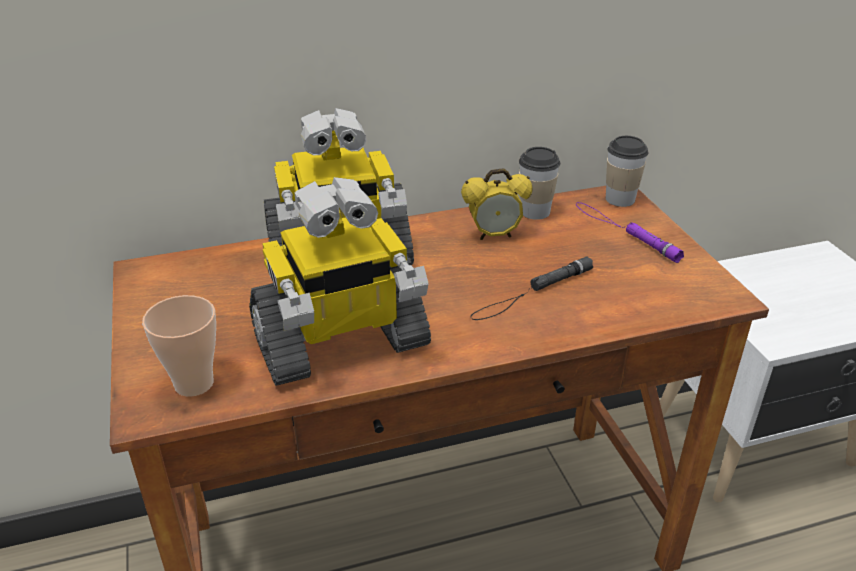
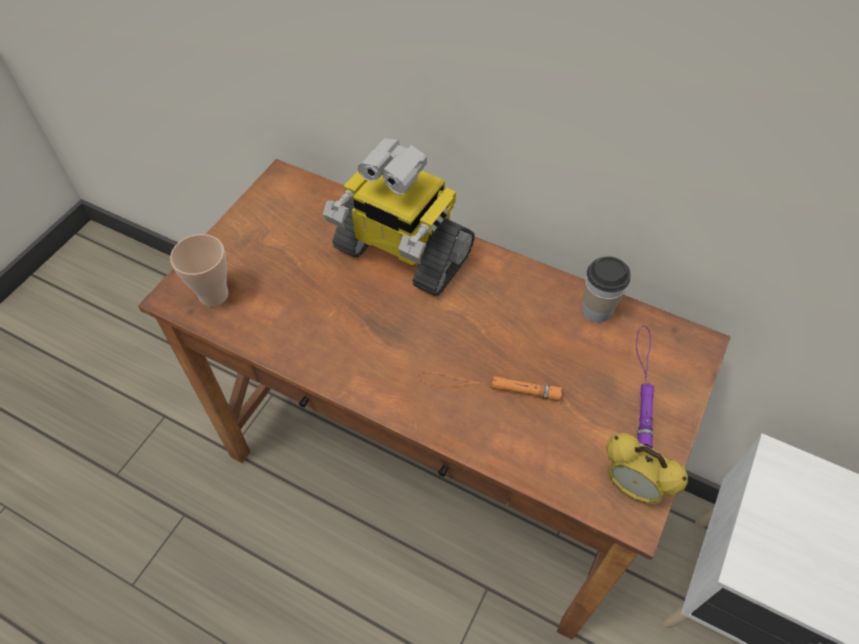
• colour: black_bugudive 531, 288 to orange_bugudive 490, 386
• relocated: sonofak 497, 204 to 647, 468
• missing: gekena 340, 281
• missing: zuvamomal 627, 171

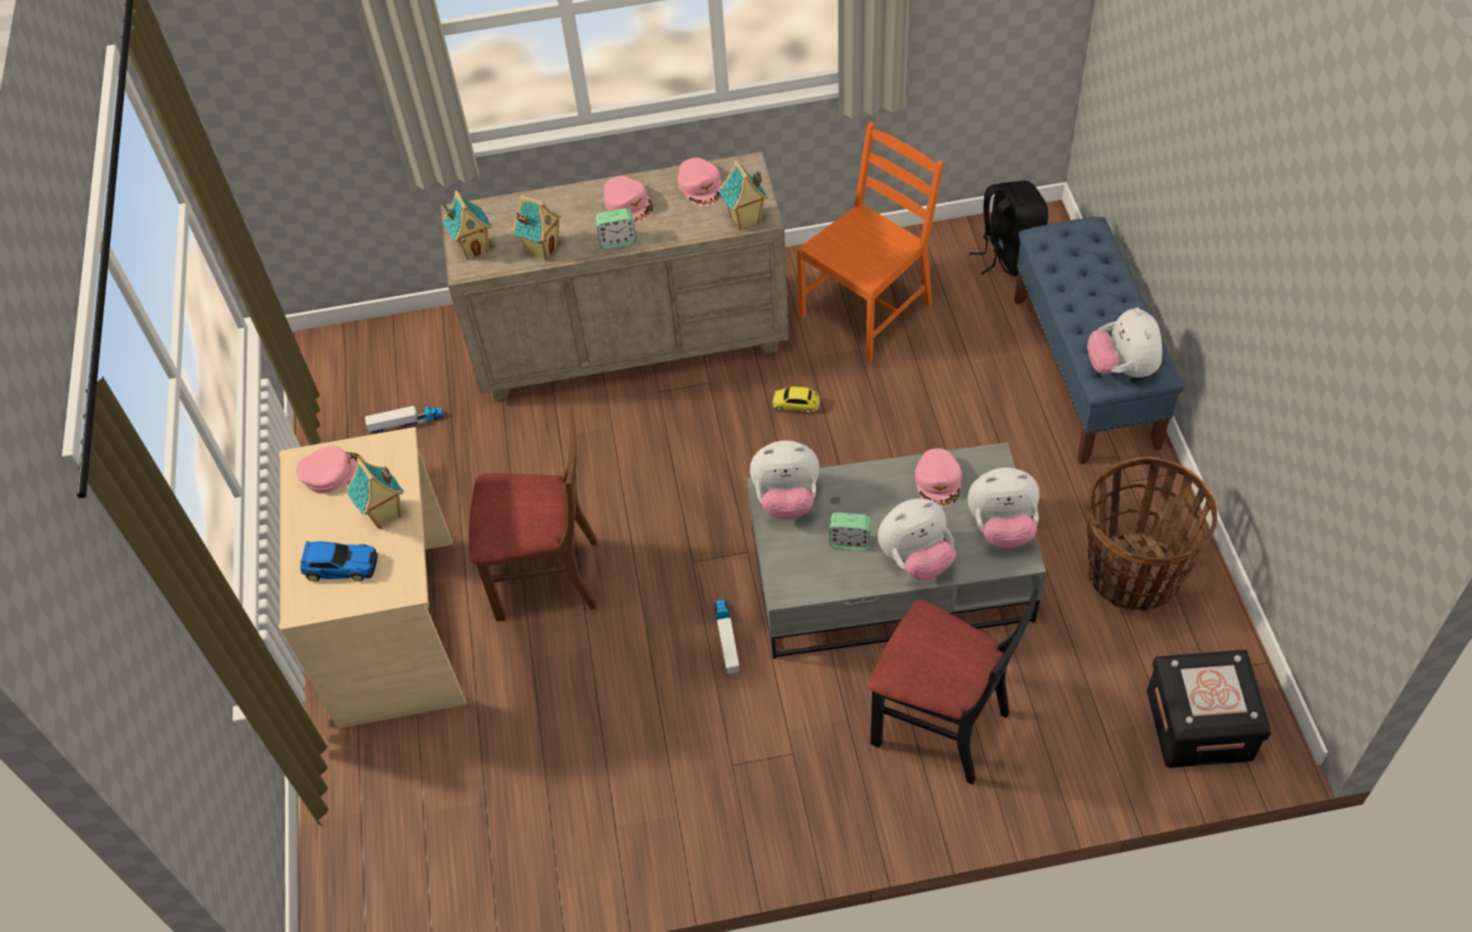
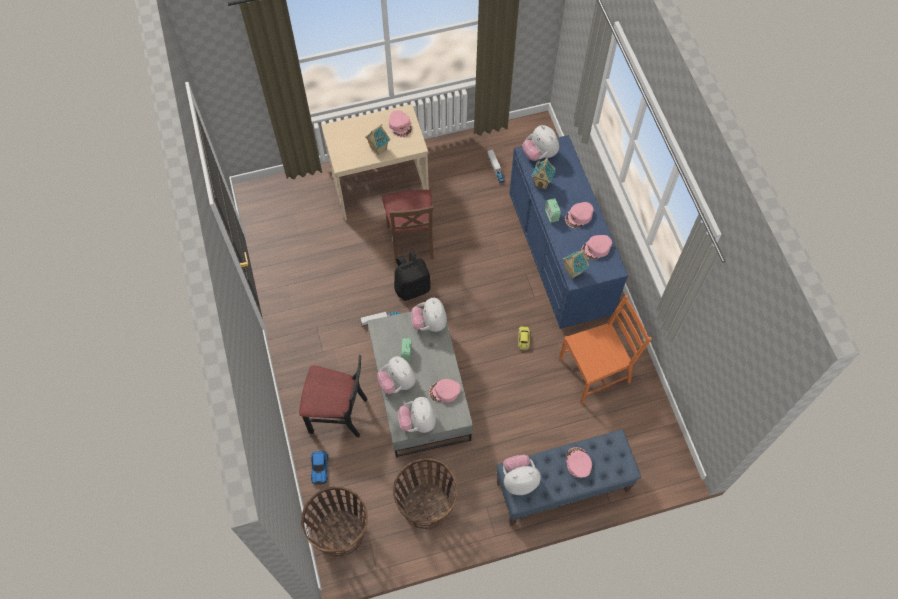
• spun: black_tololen 953, 687 = 333, 396 105 degrees counterclockwise
• exchanged: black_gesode 1209, 709 to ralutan 334, 521
• relocated: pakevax 339, 561 to 319, 467
• relocated: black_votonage 1009, 228 to 412, 276
• colour: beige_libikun 615, 276 to blue_libikun 568, 232
• exchanged: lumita 467, 225 to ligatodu 541, 143
• spun: orange_tololen 870, 242 = 605, 349 60 degrees counterclockwise
• appeared: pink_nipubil 579, 462

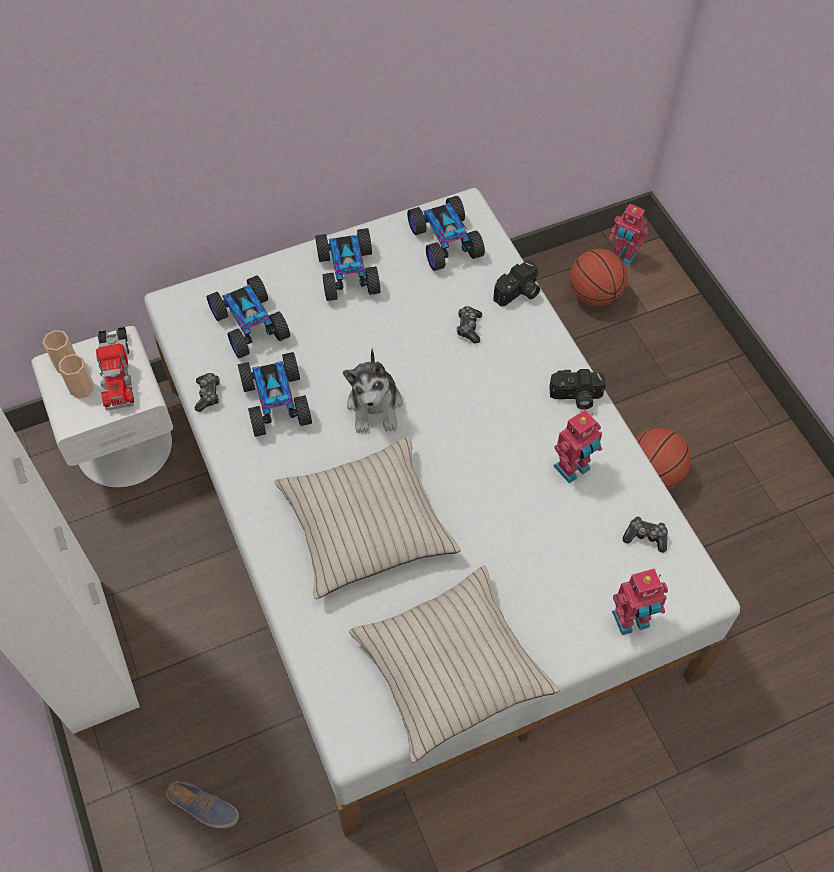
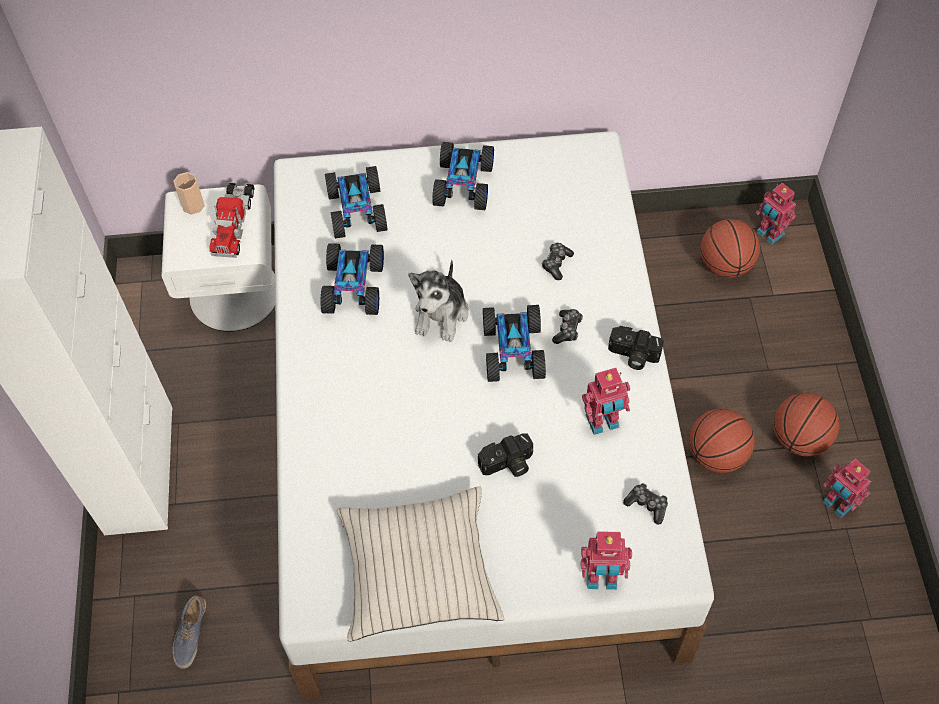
• spun: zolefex 202, 804 = 189, 632 60 degrees clockwise
• relocated: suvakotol 516, 283 to 506, 455
• relocated: pakevax 446, 233 to 514, 343
• relocated: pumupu 207, 392 to 567, 326
• appeared: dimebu 807, 424
• appeared: gekena 846, 488
• missing: zuvamomal 76, 376
• missing: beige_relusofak 368, 517

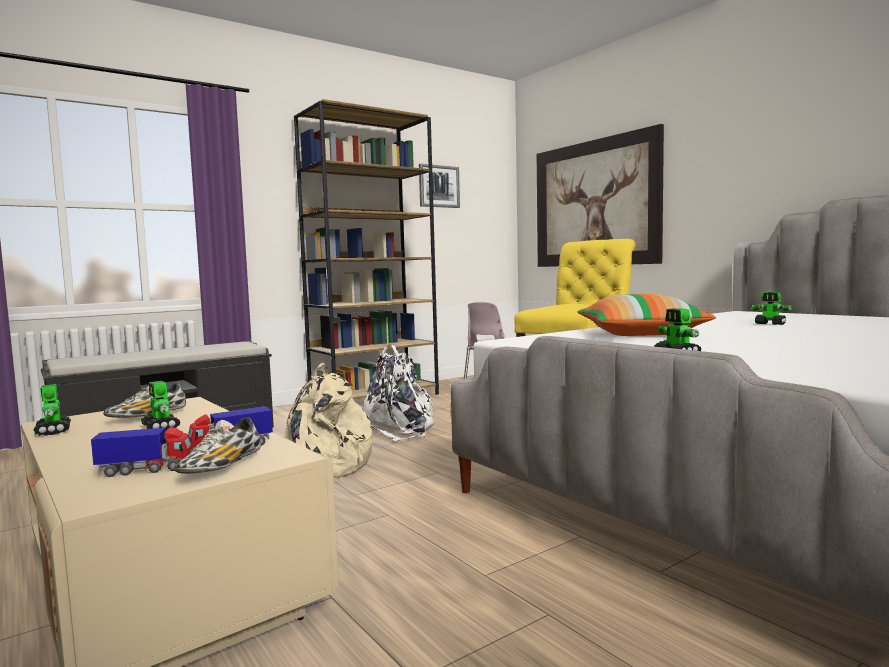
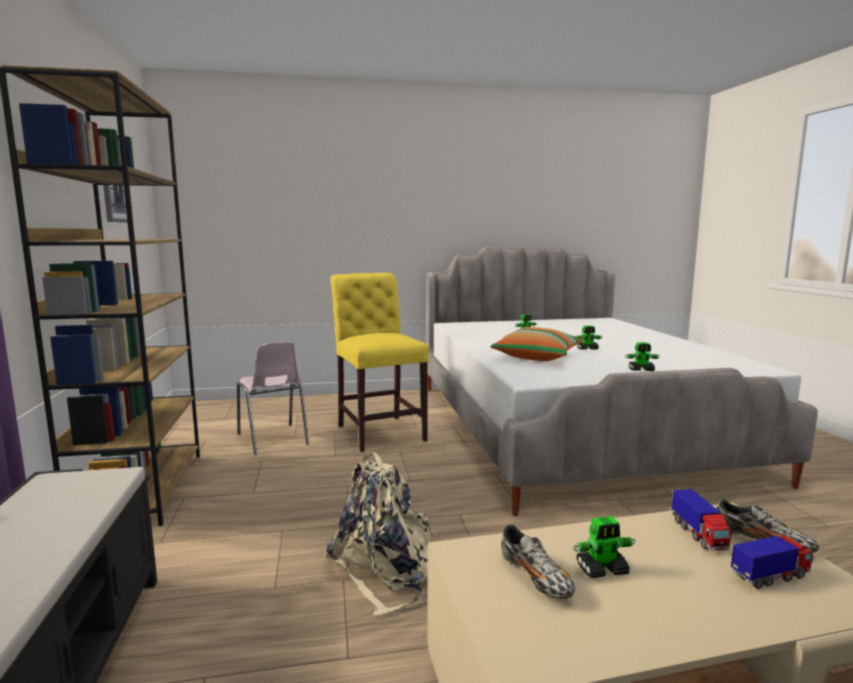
• relocated: gekena 52, 410 to 588, 338
• spun: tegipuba 141, 452 = 772, 562 60 degrees clockwise
• missing: white_votonage 399, 392
• missing: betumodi 600, 195

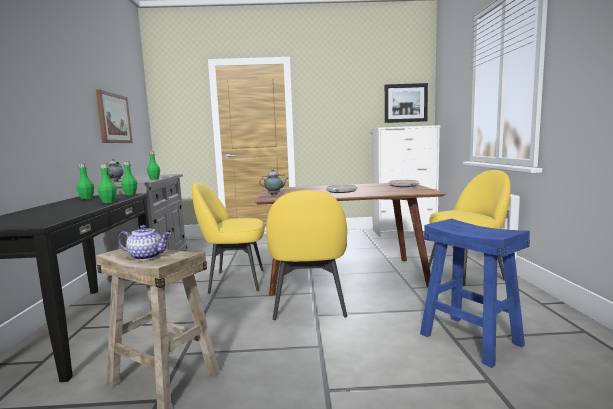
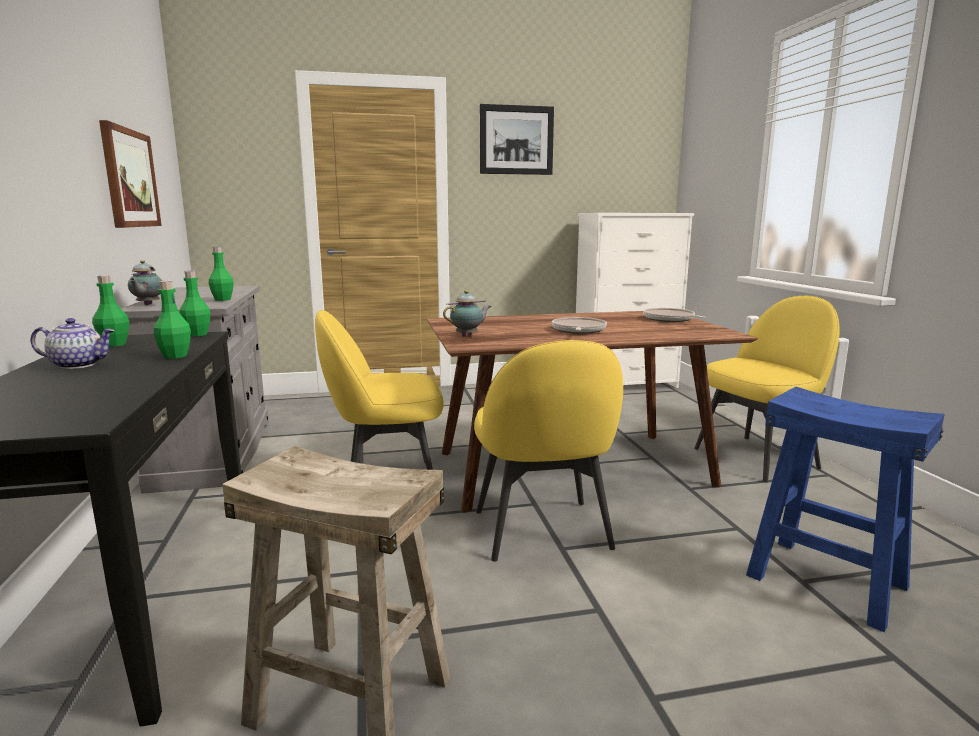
• relocated: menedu 144, 242 to 73, 343
• relocated: betumodi 406, 103 to 517, 139

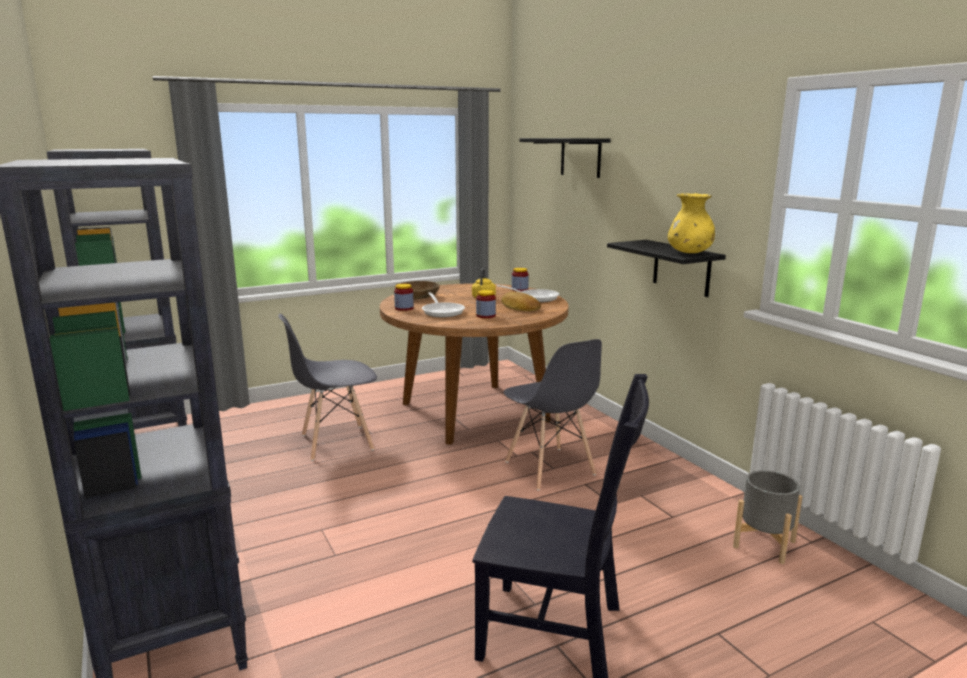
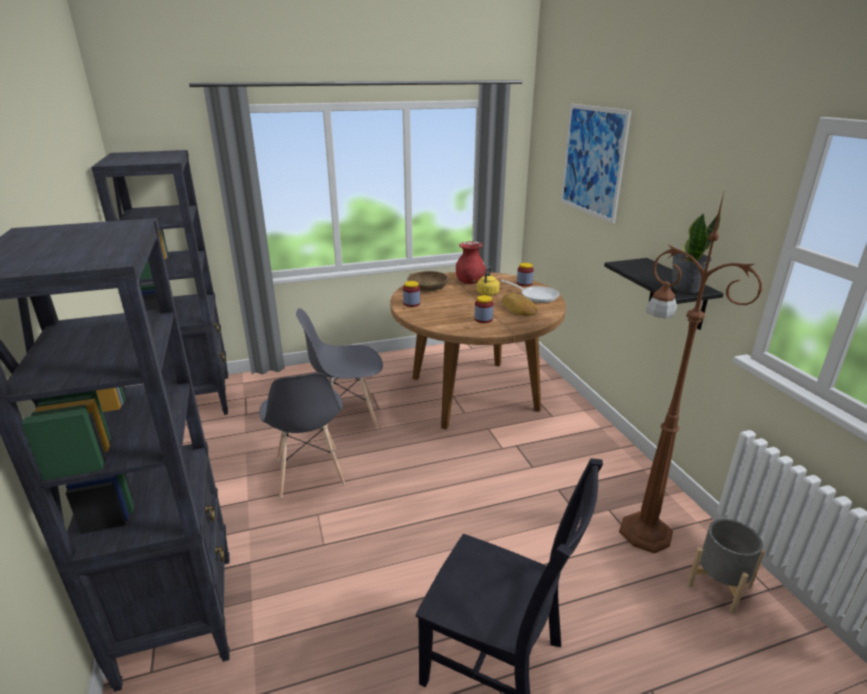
• relocated: grey_tololen 553, 415 to 302, 435
• appeared: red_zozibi 471, 262
• exchanged: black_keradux 565, 158 to betumodi 596, 164
• appeared: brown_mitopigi 691, 373
• exchanged: yellow_zozibi 691, 223 to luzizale 696, 252
• missing: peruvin 443, 304

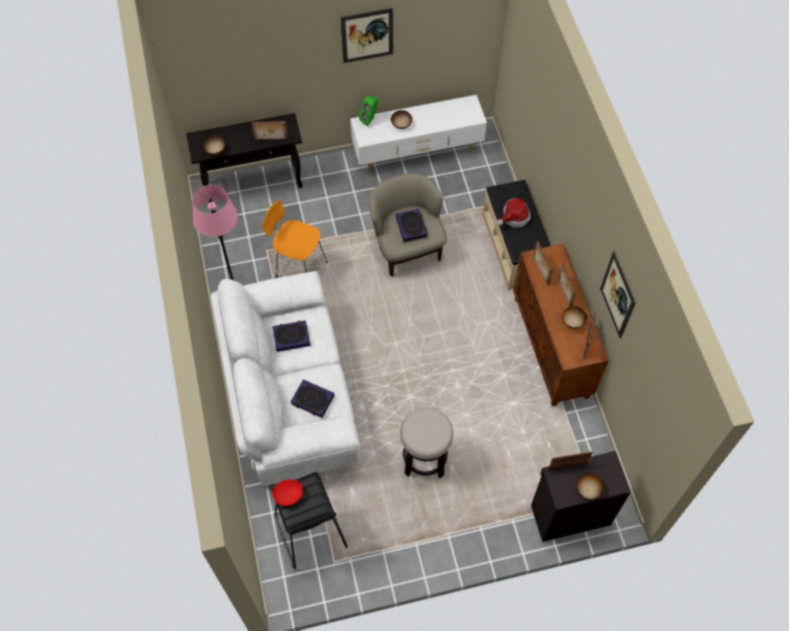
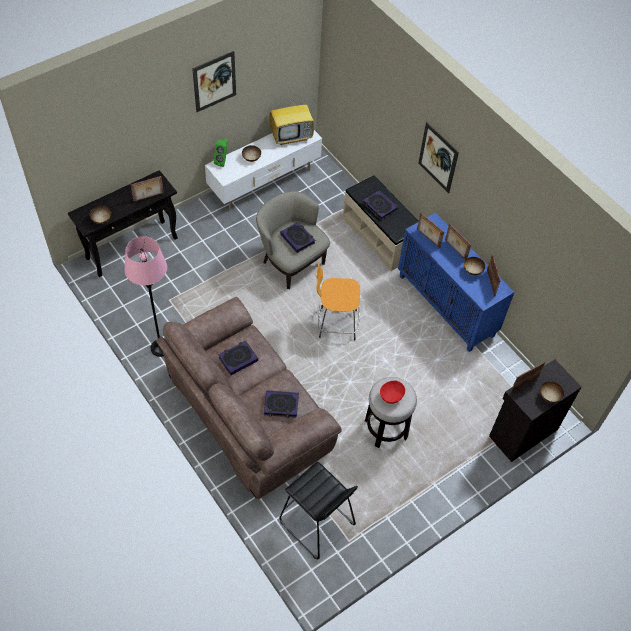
• colour: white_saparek 285, 378 to brown_saparek 249, 398
• appeared: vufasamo 291, 119
• relocated: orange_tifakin 295, 239 to 338, 302
• exchanged: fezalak 514, 213 to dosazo 380, 205
• relocated: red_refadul 288, 492 to 392, 392
• colour: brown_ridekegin 561, 325 to blue_ridekegin 456, 282
• relocated: betumodi 618, 294 to 438, 157

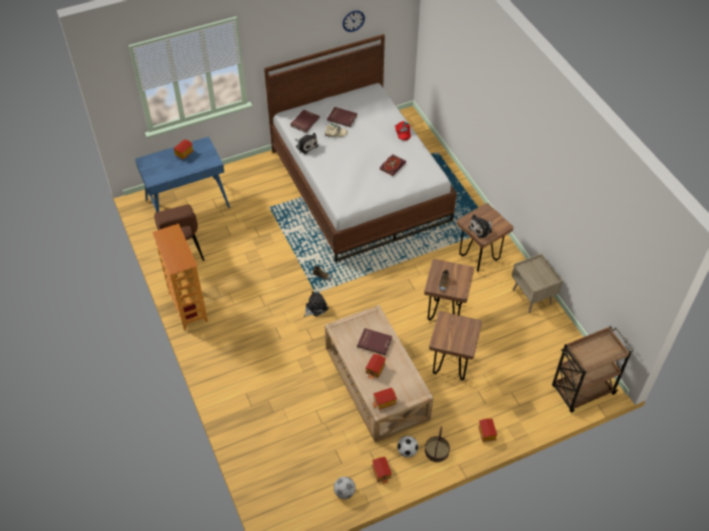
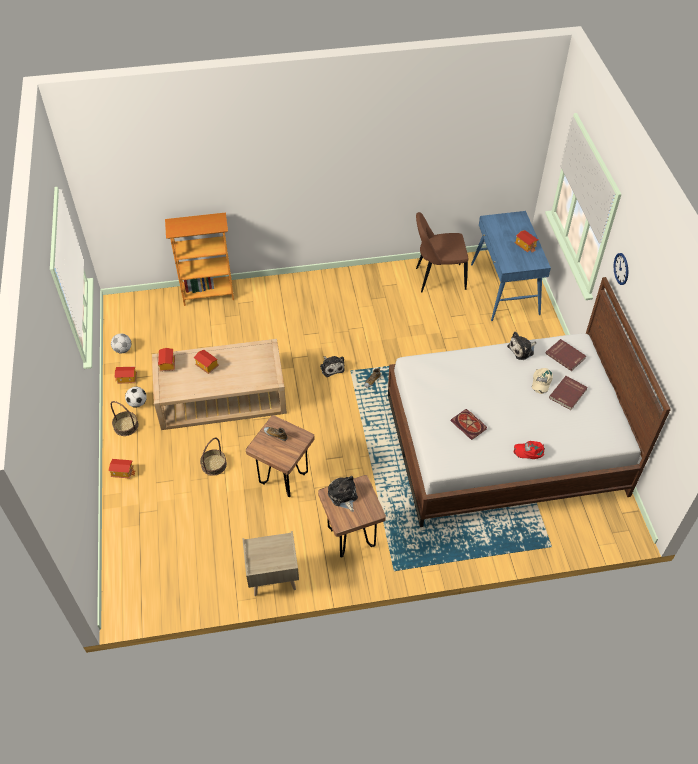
• relocated: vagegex 180, 277 to 199, 259
• exchanged: brown_tifakin 455, 345 to ralutan 213, 456
• relocated: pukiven 354, 21 to 621, 269
• missing: red_dosazo 374, 341
• missing: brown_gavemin 593, 369

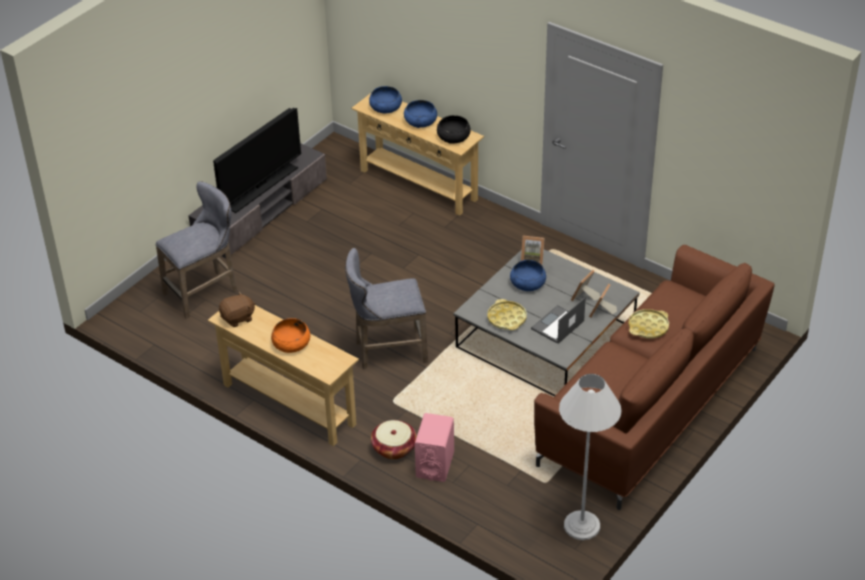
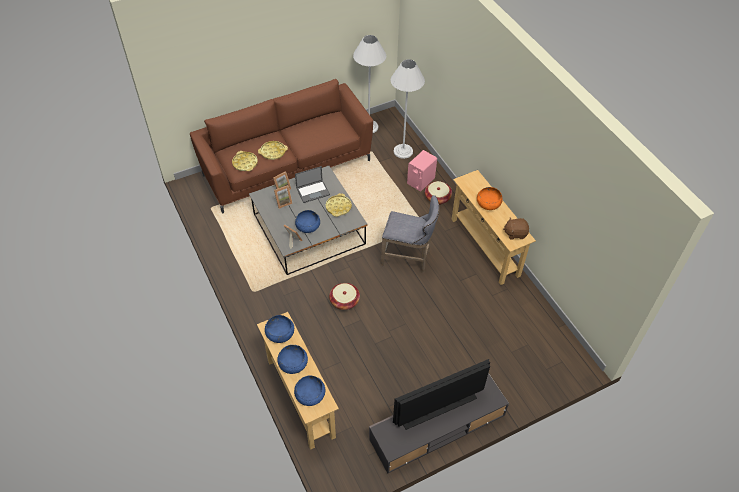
• appeared: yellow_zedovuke 245, 161
• colour: black_refadul 454, 129 to blue_refadul 279, 329
• appeared: ralutan 344, 296
• appeared: white_mitopigi 408, 109
• missing: grey_tifakin 196, 250

